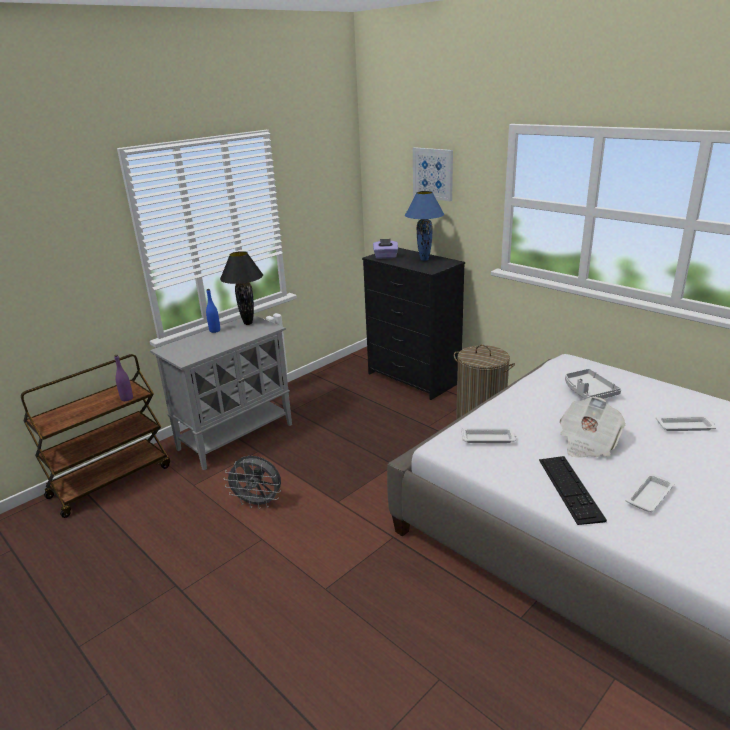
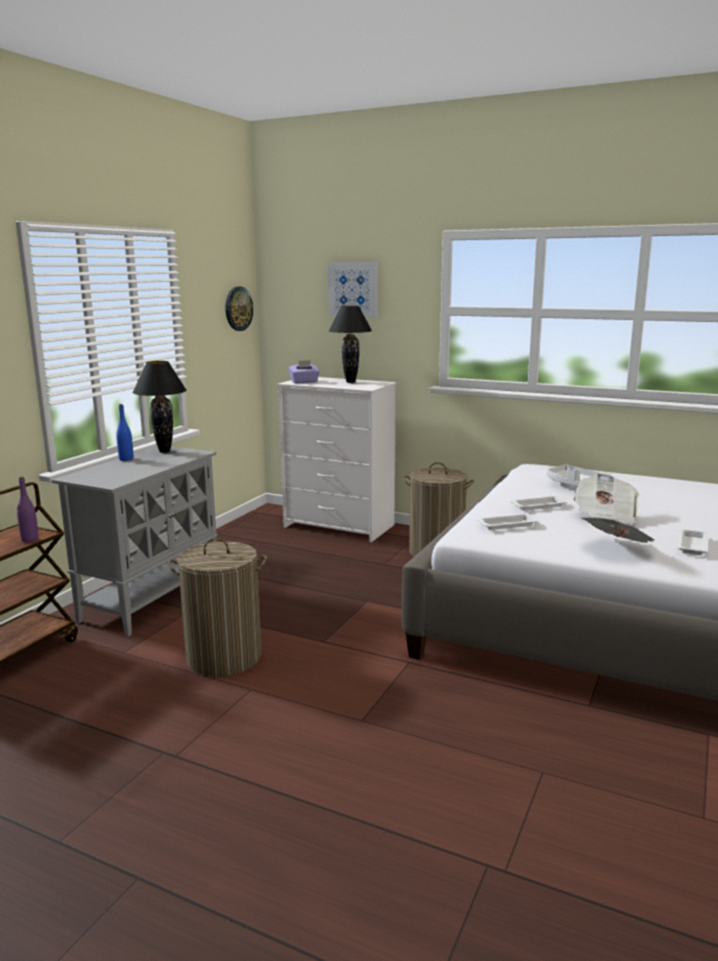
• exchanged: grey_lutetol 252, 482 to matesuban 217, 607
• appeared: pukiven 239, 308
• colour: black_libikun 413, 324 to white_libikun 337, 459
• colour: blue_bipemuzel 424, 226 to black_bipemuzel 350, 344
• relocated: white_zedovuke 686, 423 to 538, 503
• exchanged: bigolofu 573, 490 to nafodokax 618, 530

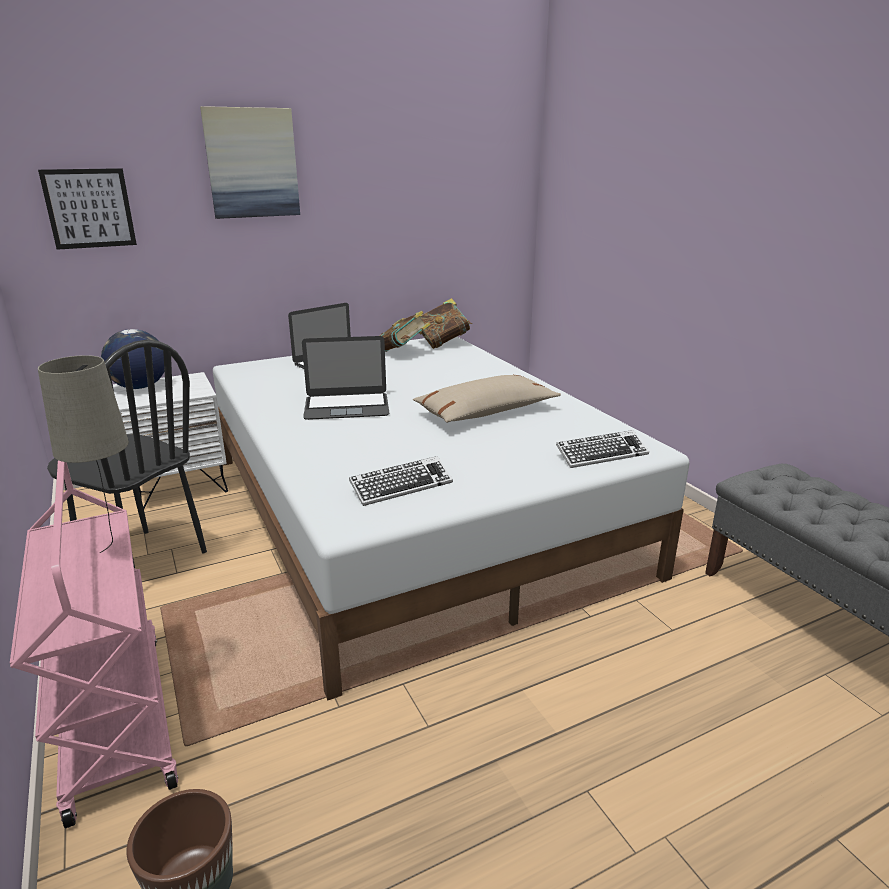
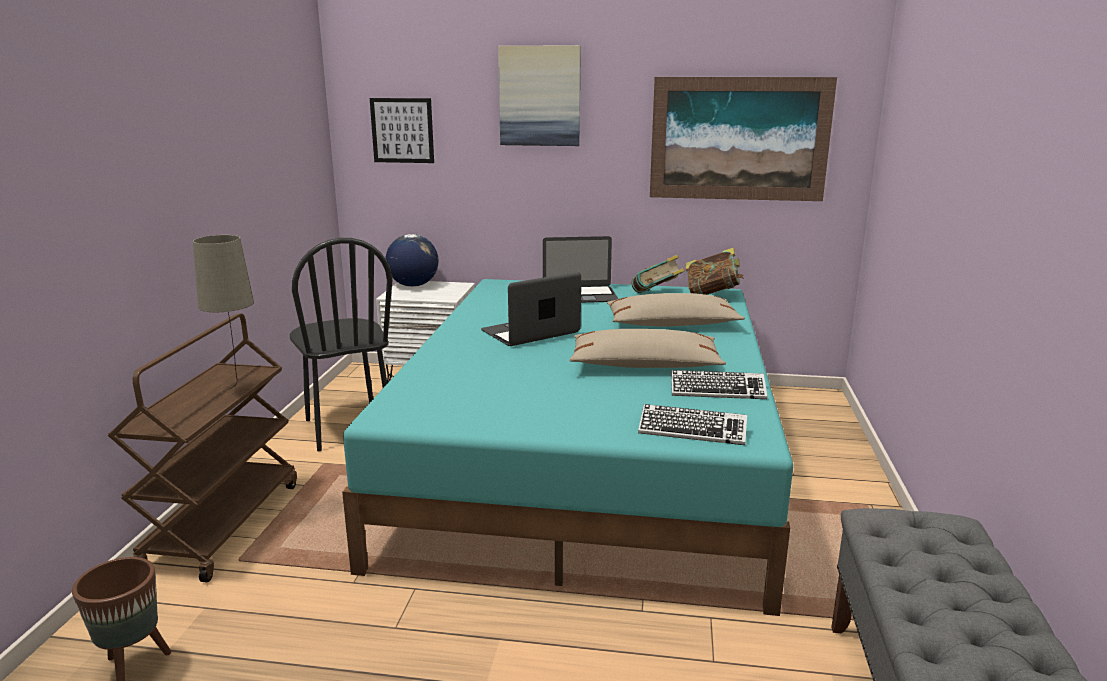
• colour: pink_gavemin 94, 644 to brown_gavemin 202, 447
• colour: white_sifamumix 451, 519 to turquoise_sifamumix 567, 447
• spun: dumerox 345, 378 = 531, 309 120 degrees clockwise
• appeared: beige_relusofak 676, 310
• appeared: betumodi 743, 139
• relocated: bigolofu 401, 481 to 719, 384

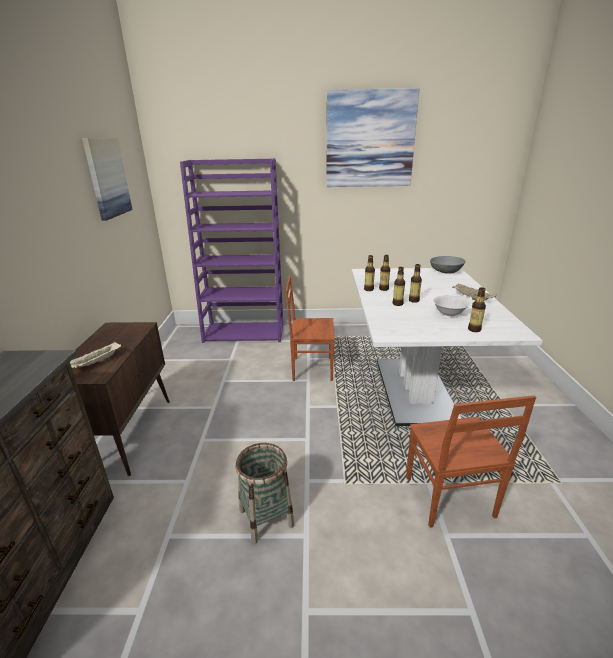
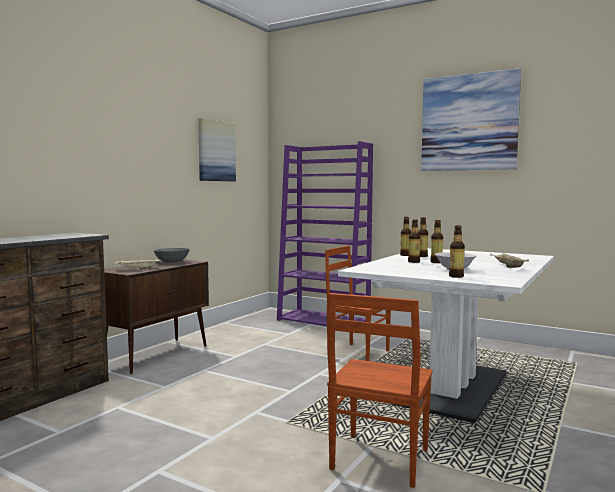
• relocated: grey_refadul 448, 265 to 172, 255
• missing: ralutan 265, 493

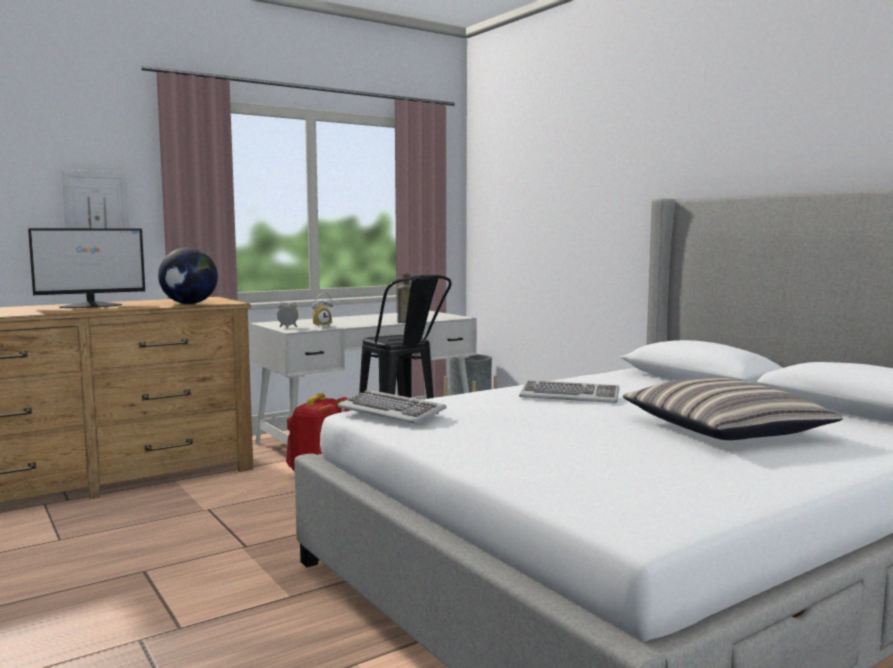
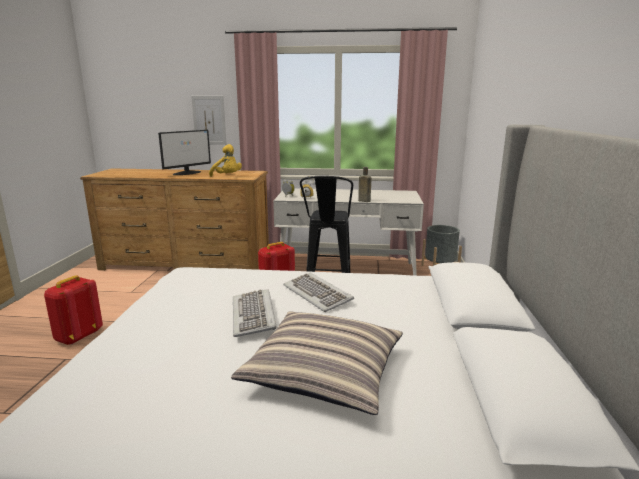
• appeared: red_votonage 73, 310
• spun: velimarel 86, 268 = 184, 152 60 degrees counterclockwise
• exchanged: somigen 188, 276 to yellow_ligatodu 225, 160
• relocated: bigolofu 392, 406 to 255, 313

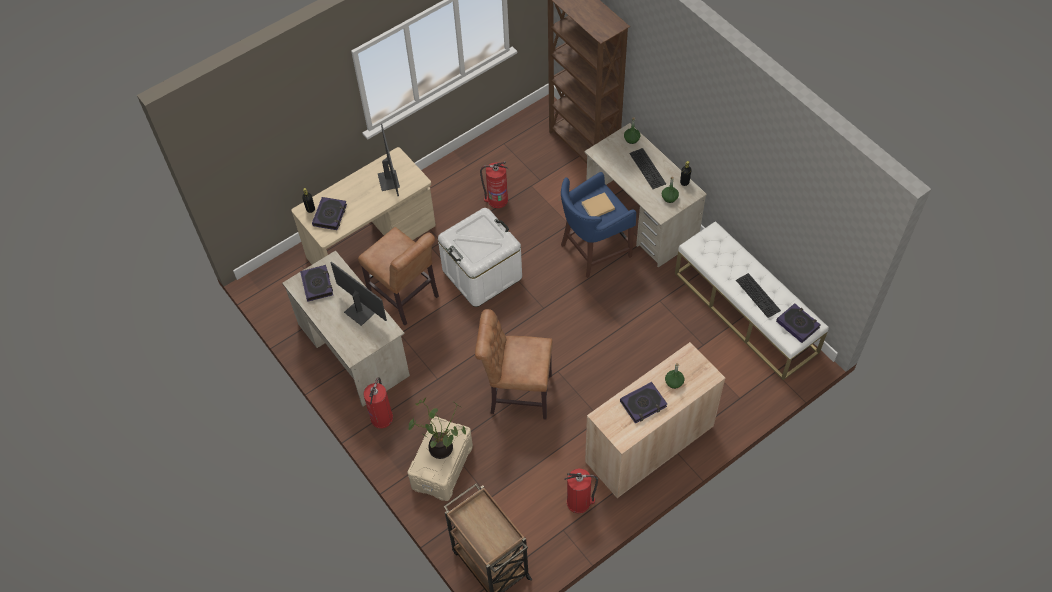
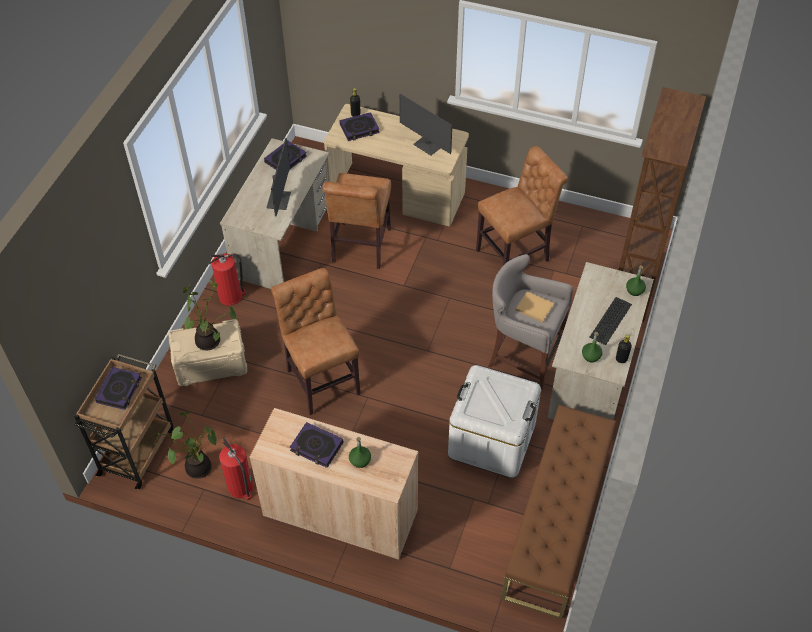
• relocated: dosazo 798, 323 to 118, 388
• appeared: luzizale 185, 445
• spun: velimarel 389, 160 = 425, 124 90 degrees clockwise
• relocated: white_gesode 480, 257 to 494, 421
• exchanged: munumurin 494, 185 to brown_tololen 522, 205
• colour: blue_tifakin 598, 225 to grey_tifakin 530, 322
• colour: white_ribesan 752, 300 to brown_ribesan 558, 512
• missing: bigolofu 758, 295

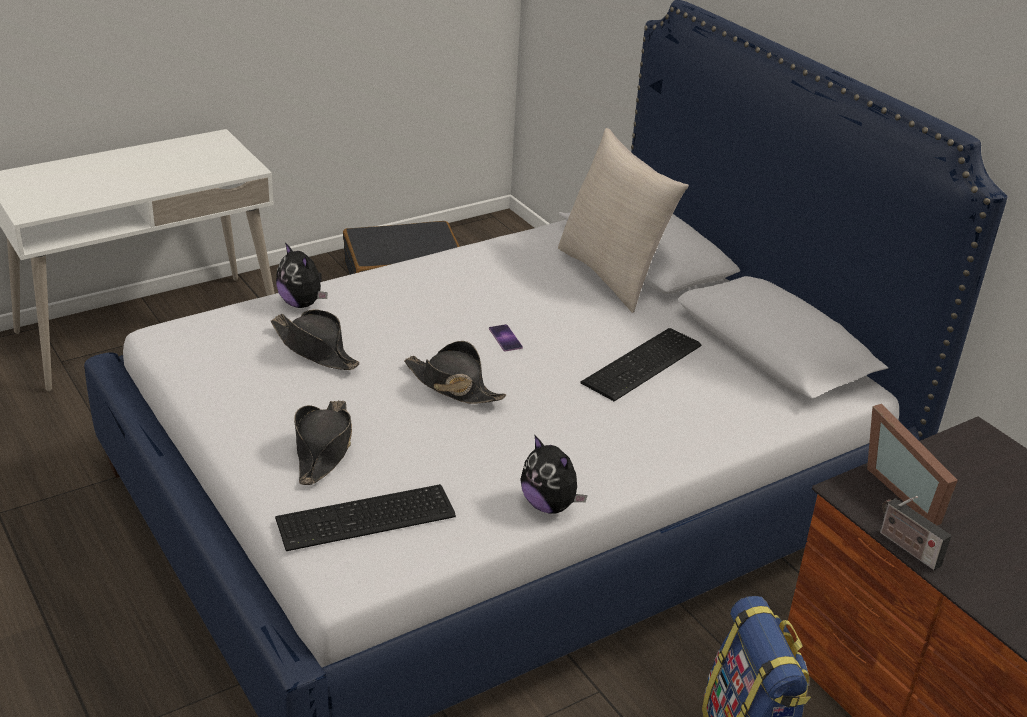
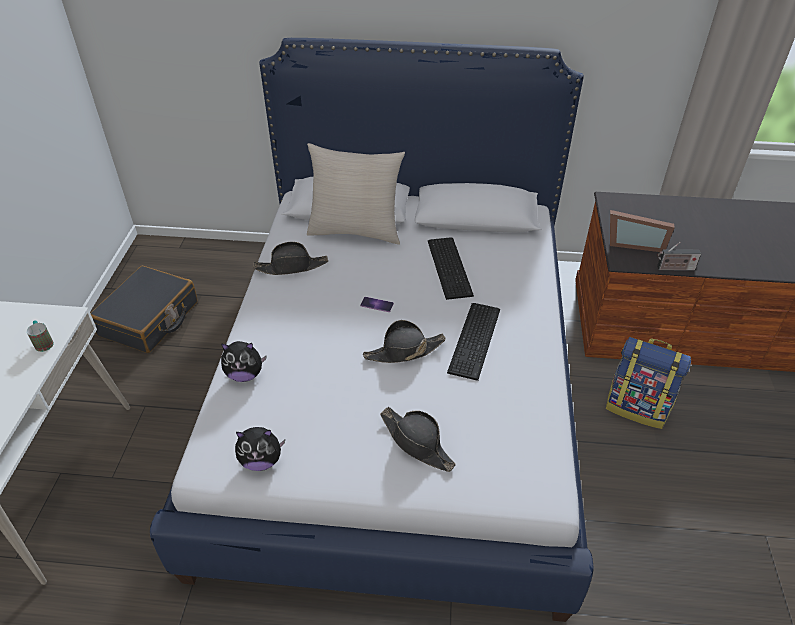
• appeared: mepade 40, 336
• relocated: ligatodu 553, 473 to 260, 449
• relocated: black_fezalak 315, 339 to 290, 258
• relocated: bigolofu 365, 517 to 473, 342

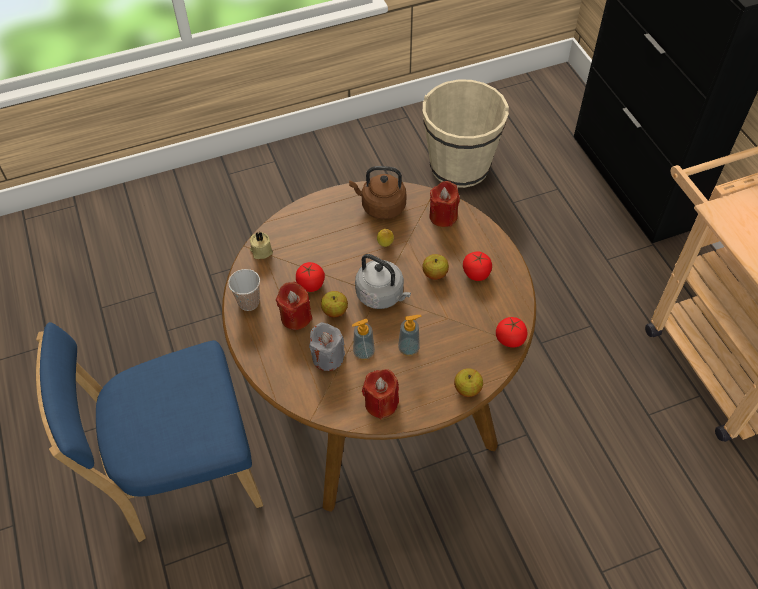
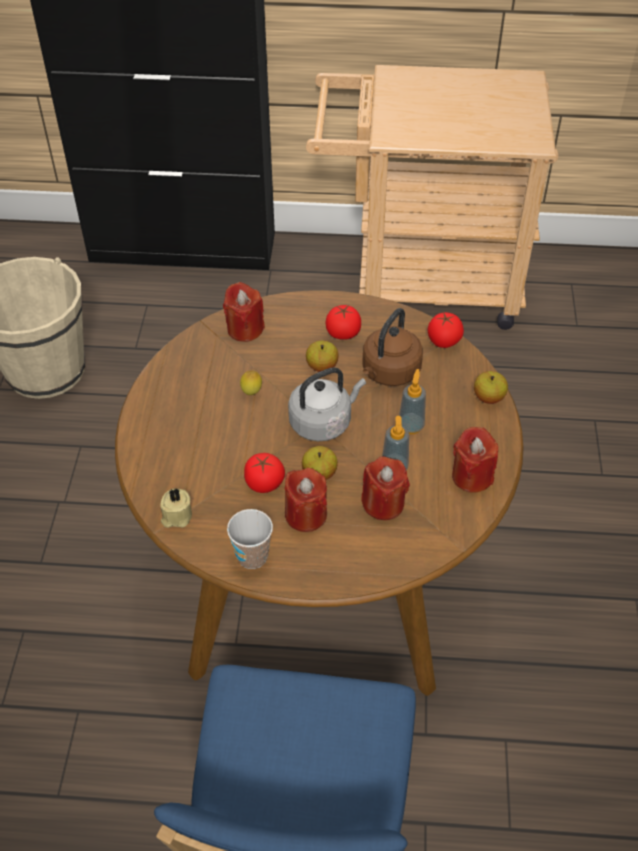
• colour: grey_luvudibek 327, 346 to red_luvudibek 385, 488
• relocated: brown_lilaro 377, 192 to 392, 347

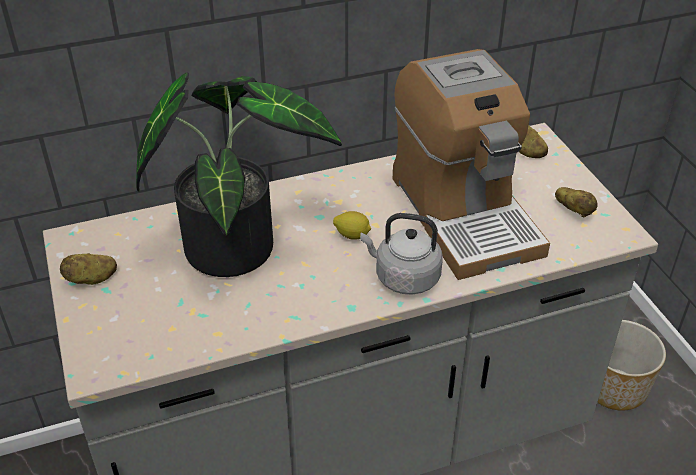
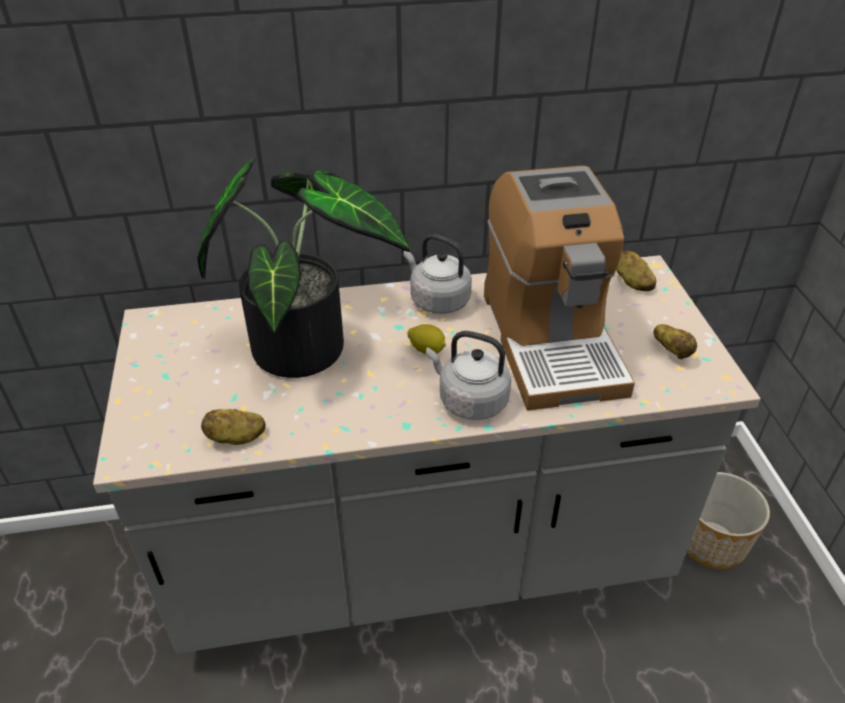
• relocated: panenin 88, 269 to 233, 427
• appeared: grey_lilaro 437, 274

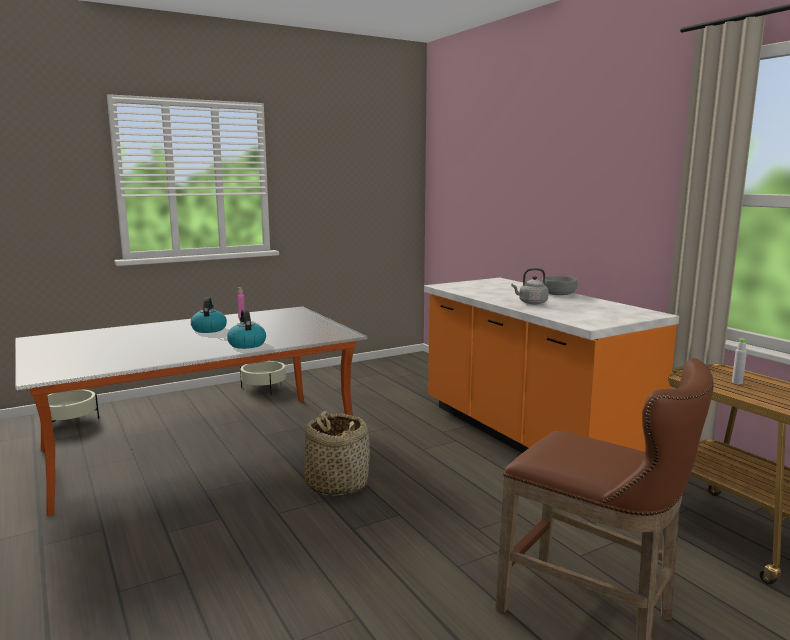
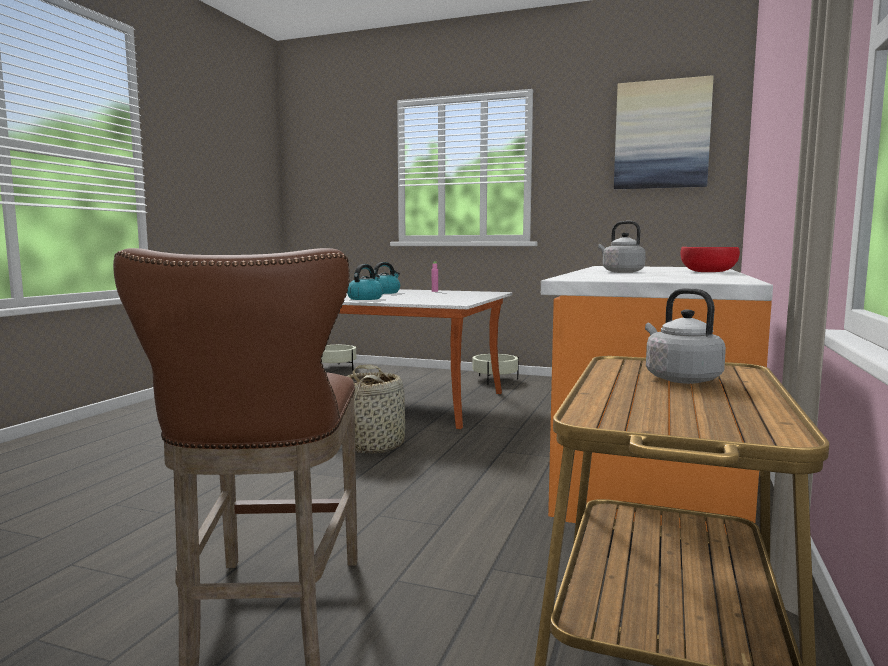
• appeared: betumodi 664, 132
• exchanged: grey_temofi 739, 361 to grey_lilaro 685, 336
• colour: grey_refadul 559, 285 to red_refadul 710, 259

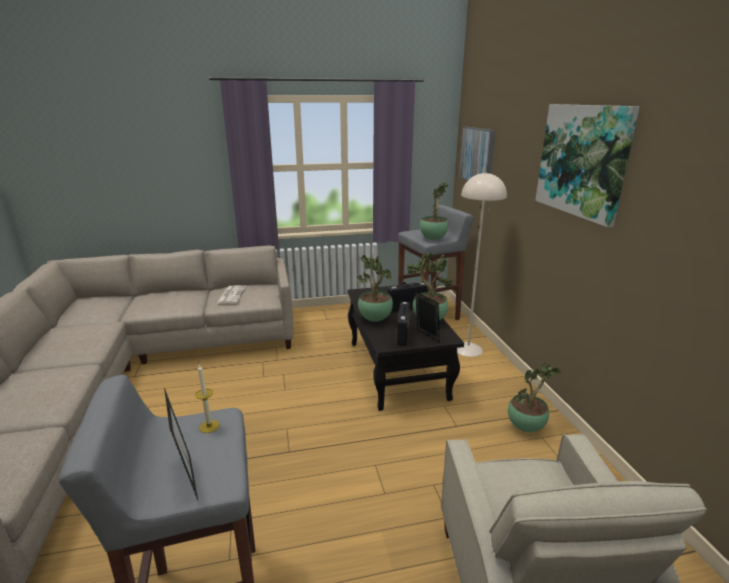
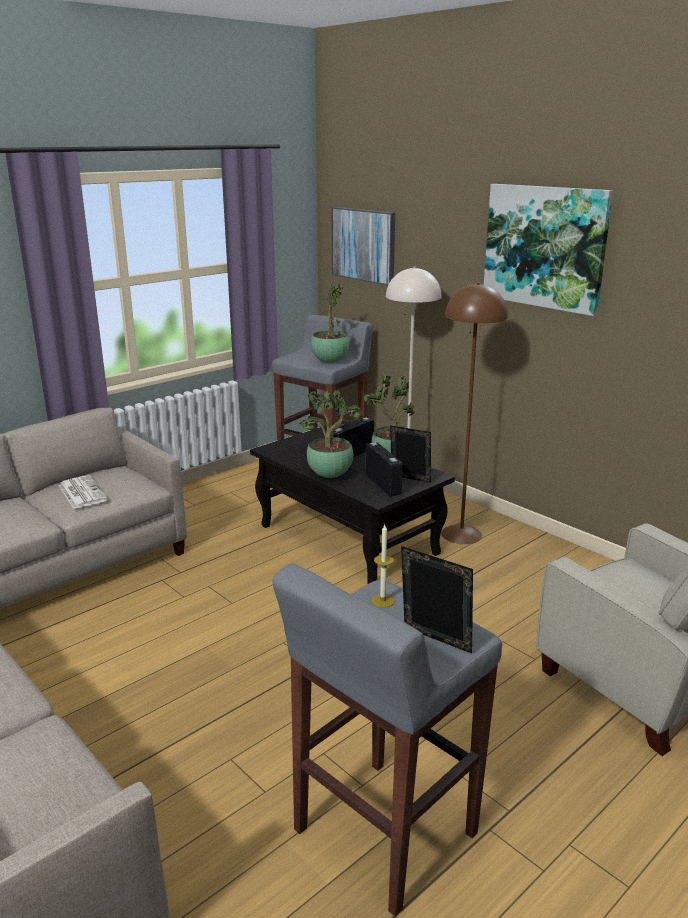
• appeared: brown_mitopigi 474, 413
• missing: luzizale 534, 397

